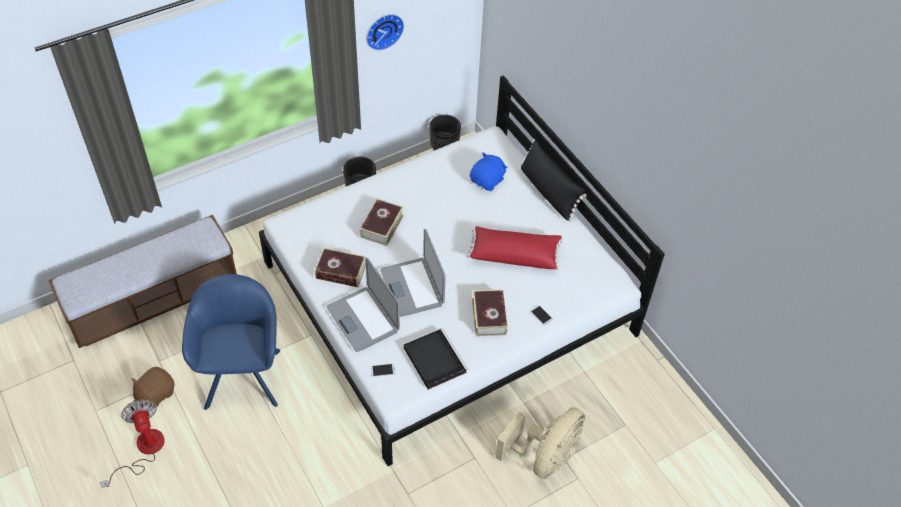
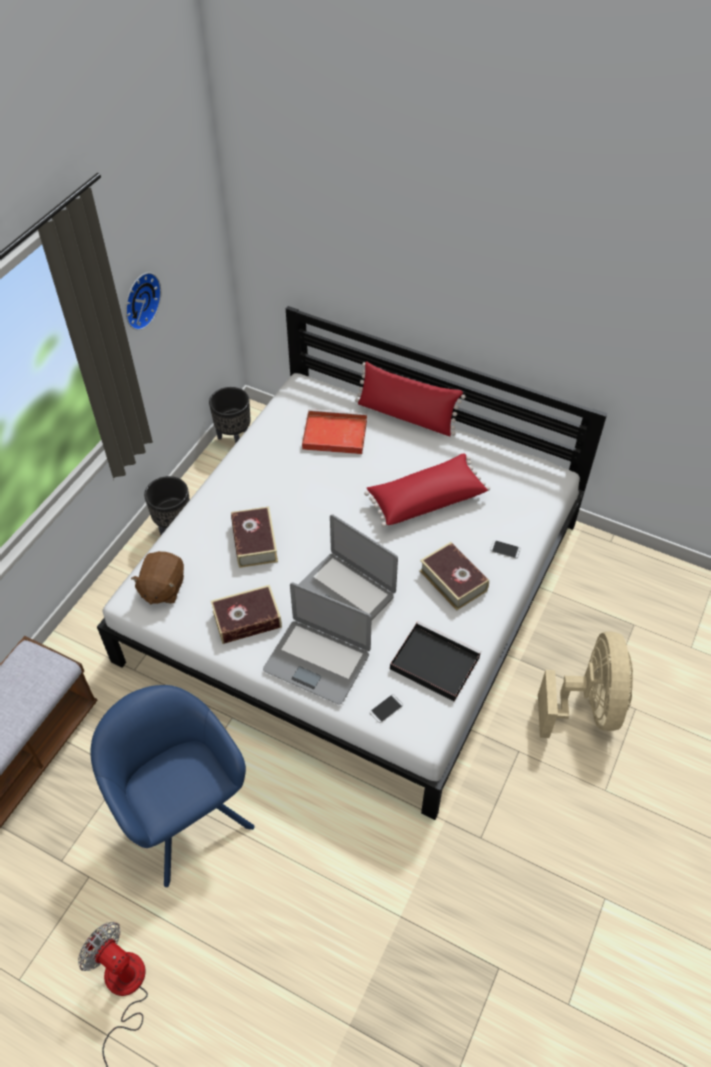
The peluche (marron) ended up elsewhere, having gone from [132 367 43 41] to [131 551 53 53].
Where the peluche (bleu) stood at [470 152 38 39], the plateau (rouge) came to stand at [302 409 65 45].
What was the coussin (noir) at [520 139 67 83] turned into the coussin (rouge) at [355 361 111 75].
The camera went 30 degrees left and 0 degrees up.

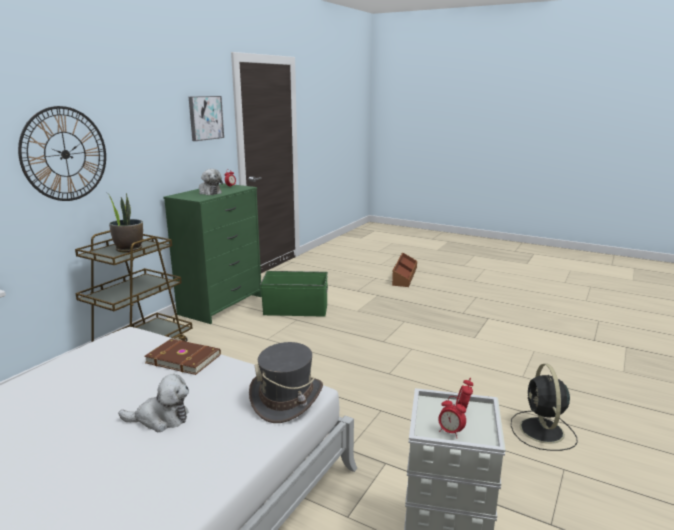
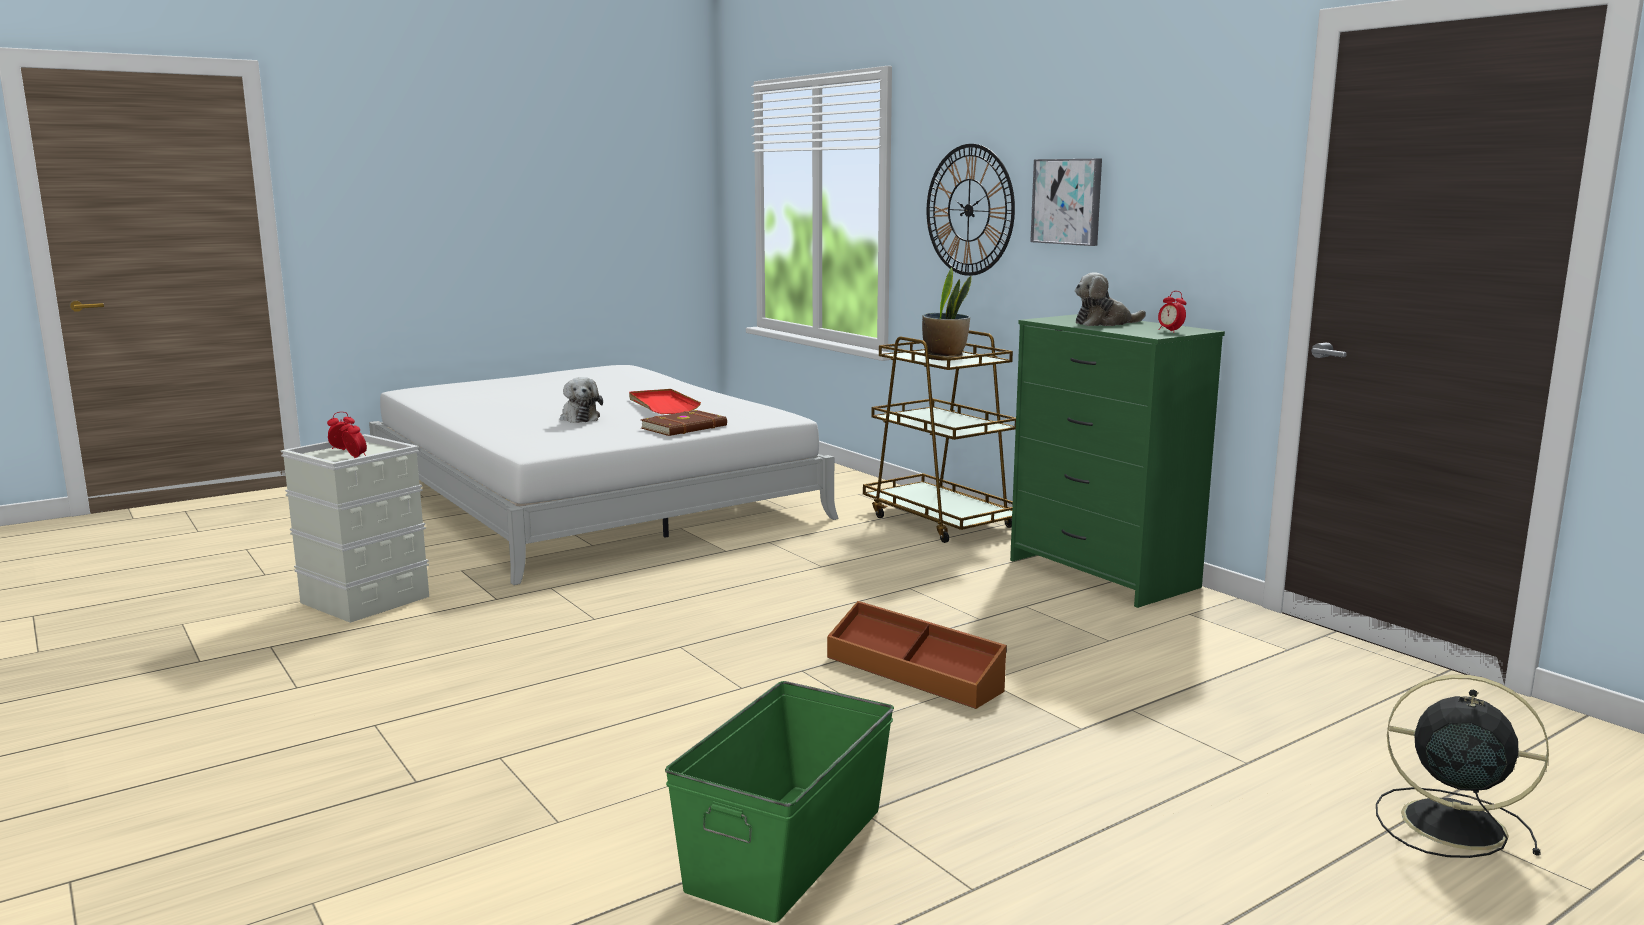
The peluche at [118 374 71 58] ended up facing another way, 45 degrees counterclockwise from before.
The second view gained the plateau (rouge) at [629 389 72 25].
The boîte de rangement (vert) ended up elsewhere, having gone from [260 271 68 46] to [665 681 229 242].
The boîte de rangement (marron) ended up elsewhere, having gone from [392 252 25 35] to [827 601 180 108].
The tableau ended up elsewhere, having gone from [189 96 35 45] to [1030 159 72 87].
The ventilateur (noir) ended up elsewhere, having gone from [511 364 67 87] to [1376 674 173 184].
The second view lost the chapeau (gris) at [249 342 74 81].
The camera went 115 degrees right and 5 degrees down.

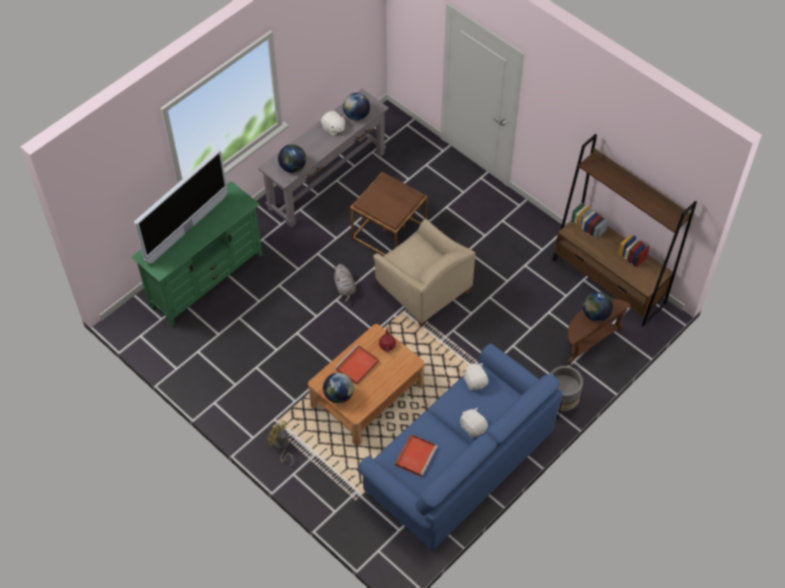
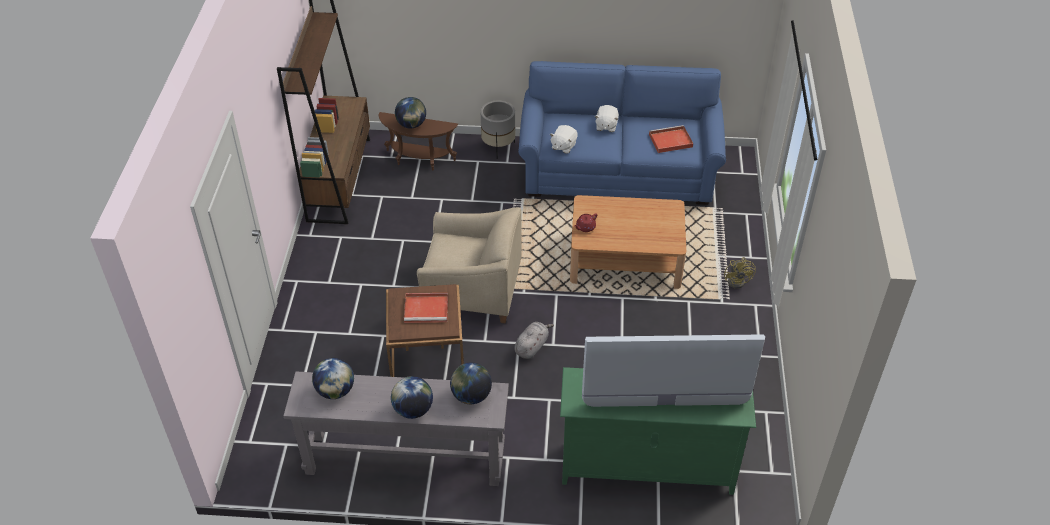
The globe ended up elsewhere, having gone from [323 373 31 30] to [391 376 42 43].
The plateau (rouge) ended up elsewhere, having gone from [336 345 43 40] to [404 293 44 30].
The fauteuil (beige) at [373 219 102 108] ended up facing another way, 90 degrees clockwise from before.
The second view lost the peluche (blanc) at [321 111 24 25].
The camera went 130 degrees left and 10 degrees down.

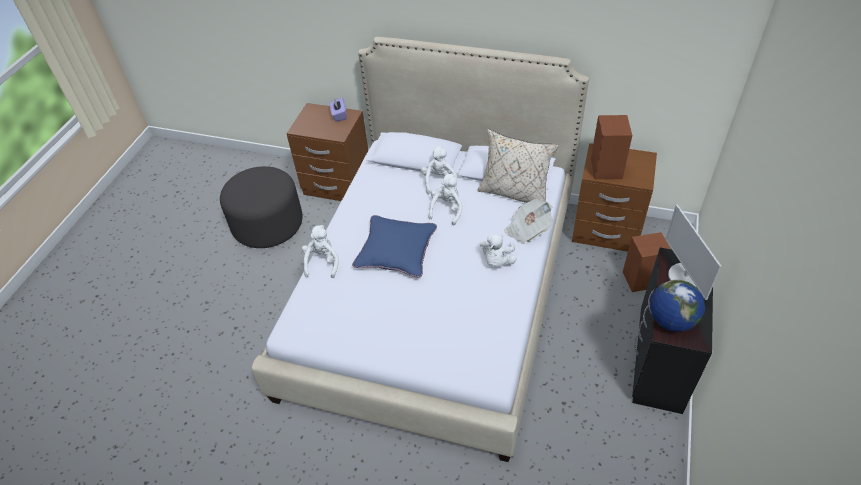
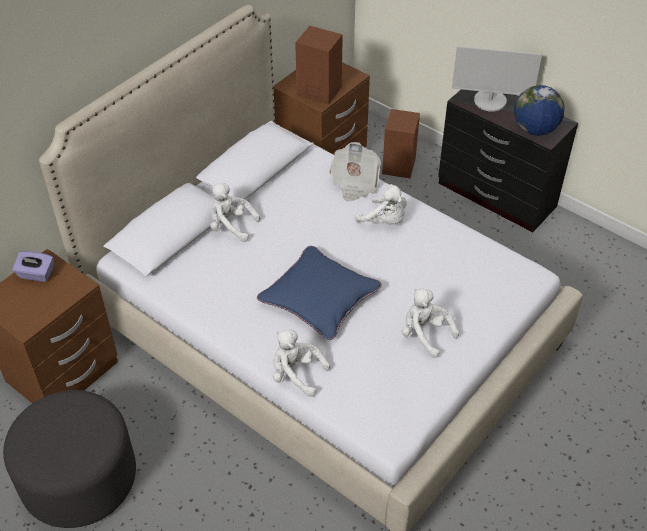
The peluche (blanc) ended up elsewhere, having gone from [428 174 35 52] to [402 288 57 70].
The second view lost the coussin (beige) at [478 129 81 74].
The camera went 70 degrees left and 0 degrees up.

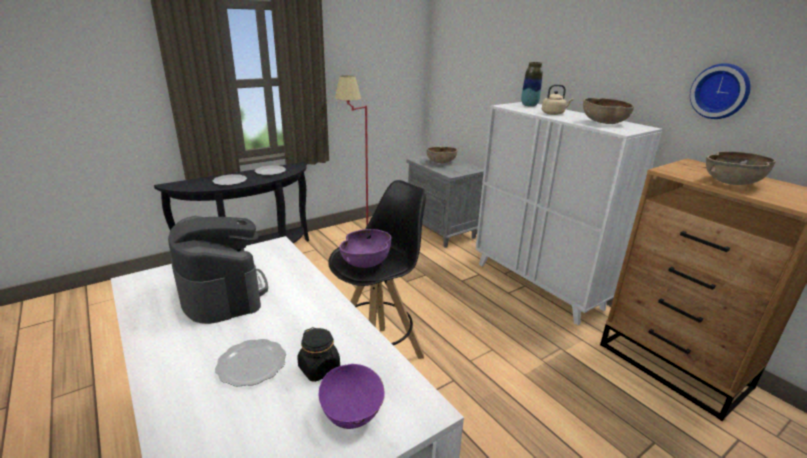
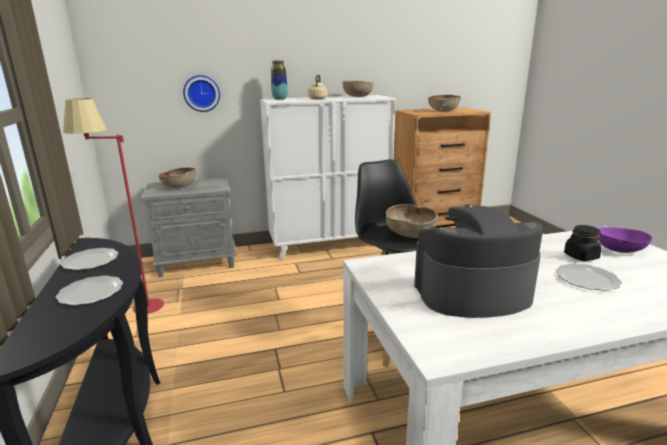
The horloge murale ended up elsewhere, having gone from [690 63 61 56] to [183 75 37 37].
What was the bol (violet) at [339 229 52 39] turned into the bol (marron) at [386 204 52 34].
The camera went 70 degrees left and 5 degrees down.

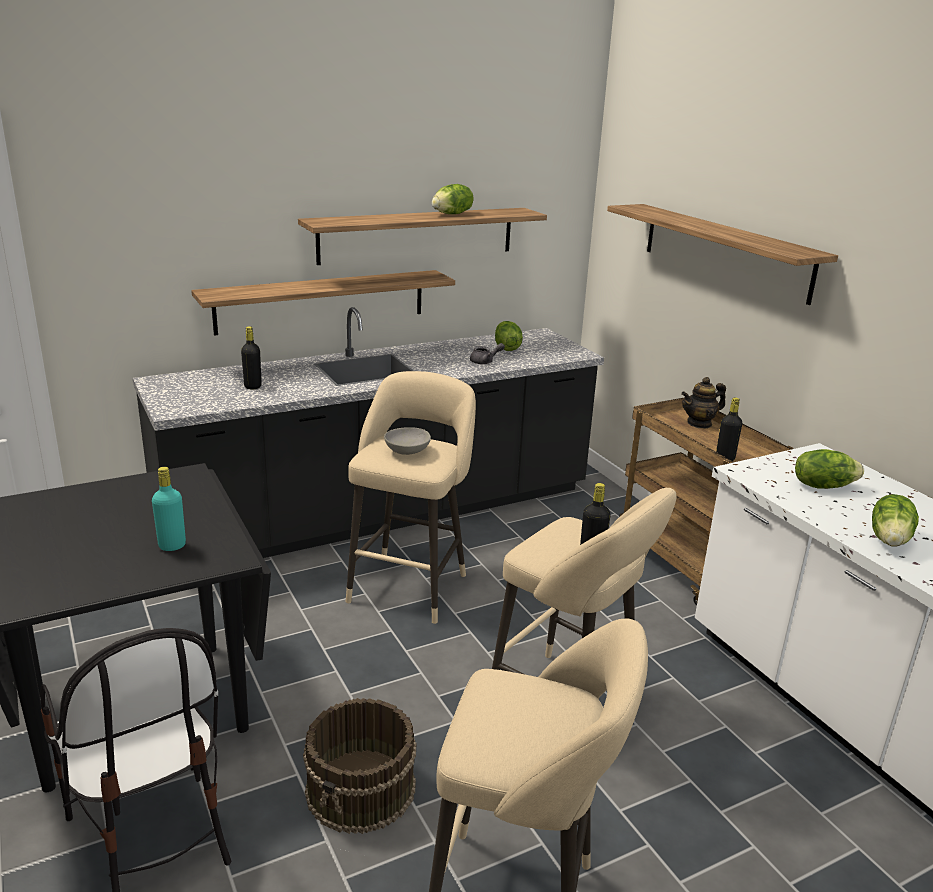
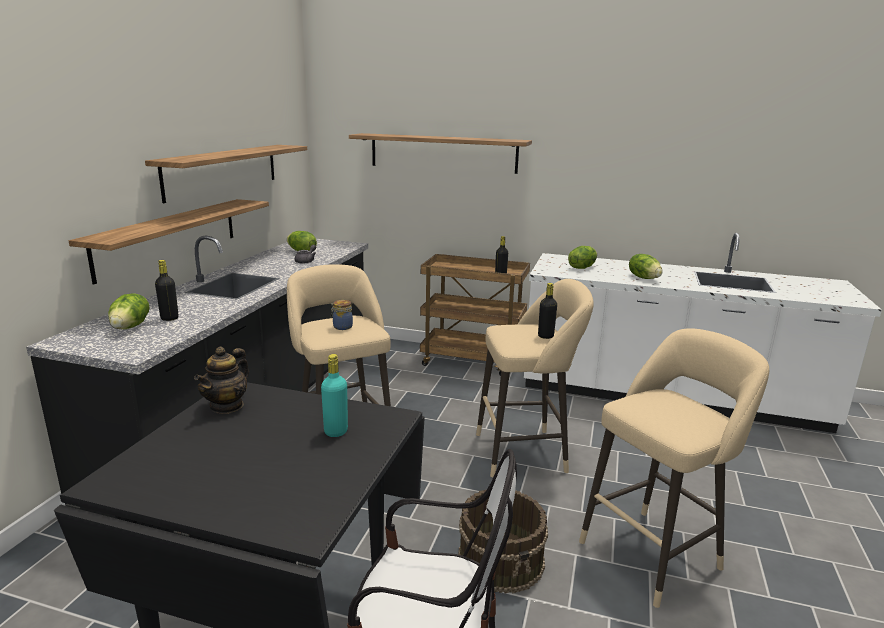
The laitue ended up elsewhere, having gone from [432 184 42 30] to [108 294 42 35].
The théière ended up elsewhere, having gone from [681 377 45 51] to [194 346 55 68].
Where the bol (gris) stood at [384 427 47 28], the bocal came to stand at [331 300 22 30].
The camera went 45 degrees left and 5 degrees down.

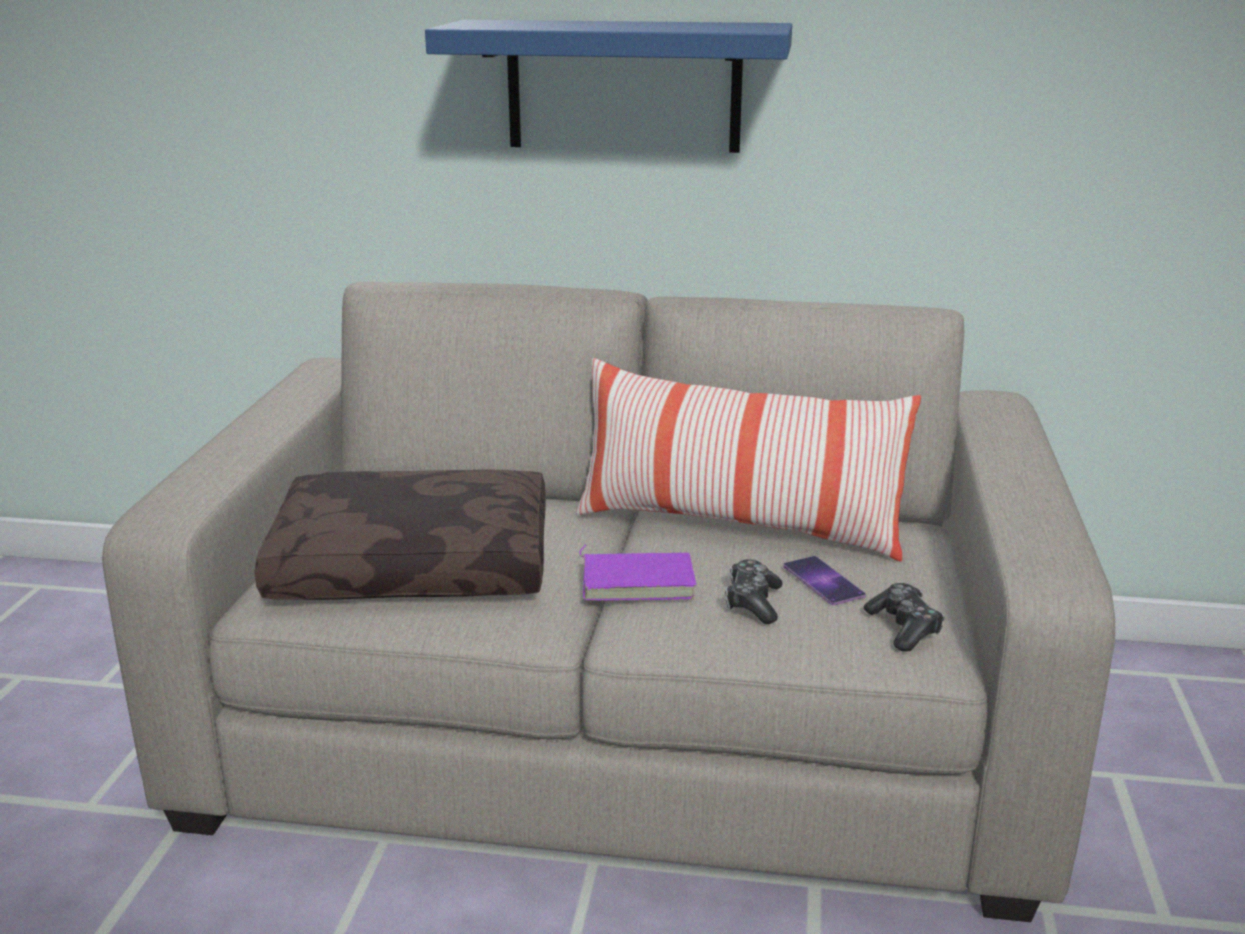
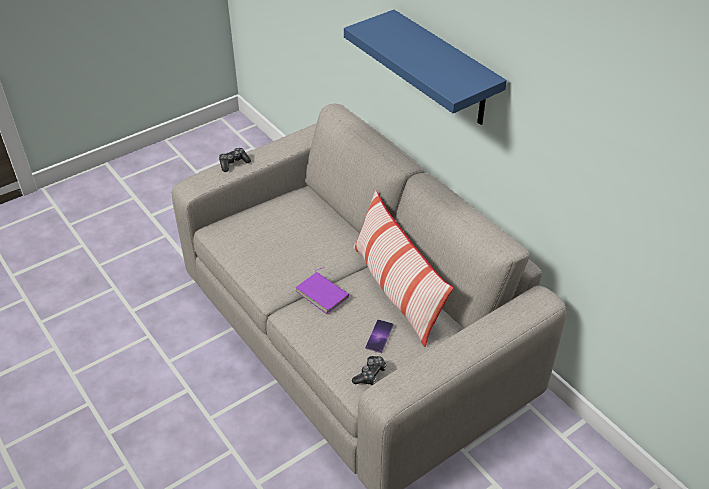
The manette ended up elsewhere, having gone from [725 559 57 65] to [219 148 32 24].
The second view lost the coussin (marron) at [254 469 292 131].
The camera went 45 degrees right and 20 degrees up.

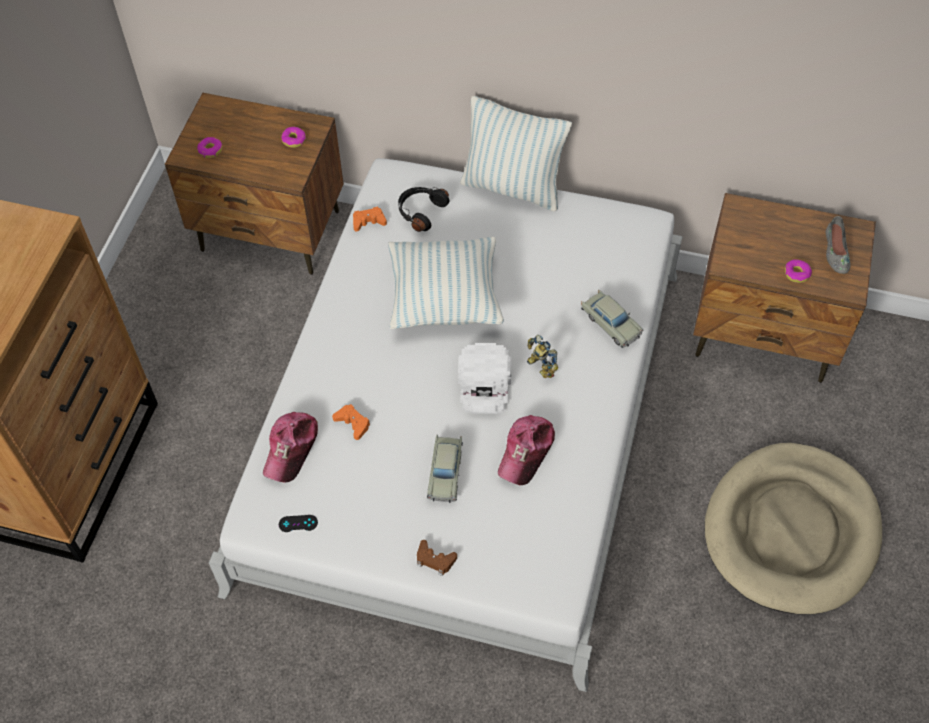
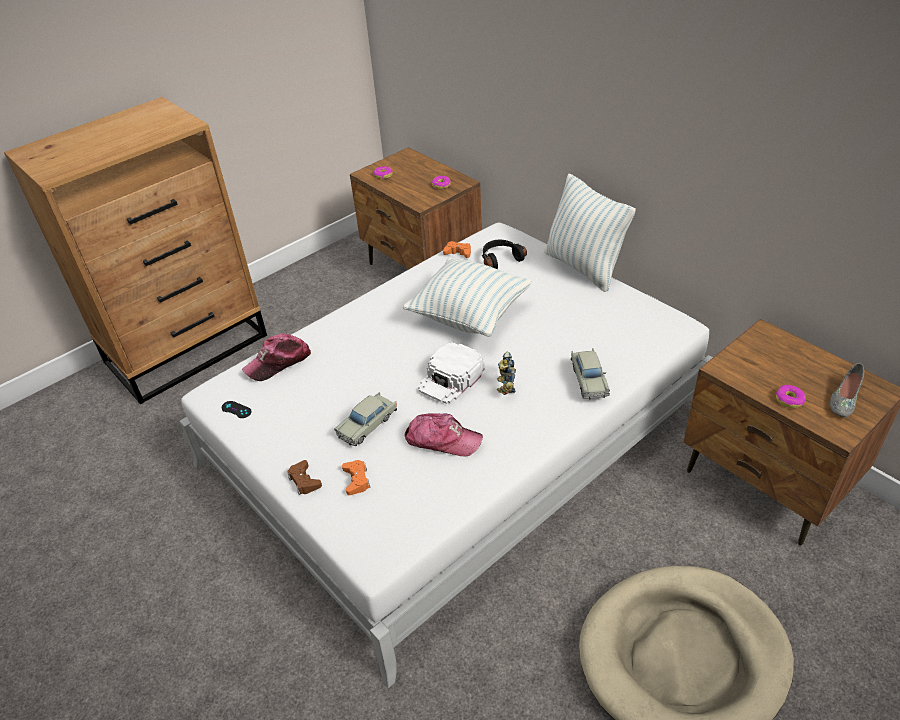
The manette (orange) ended up elsewhere, having gone from [332 404 38 36] to [342 460 28 35].
The casquette at [498 415 57 70] ended up facing another way, 135 degrees counterclockwise from before.
The camera went 35 degrees right and 15 degrees down.

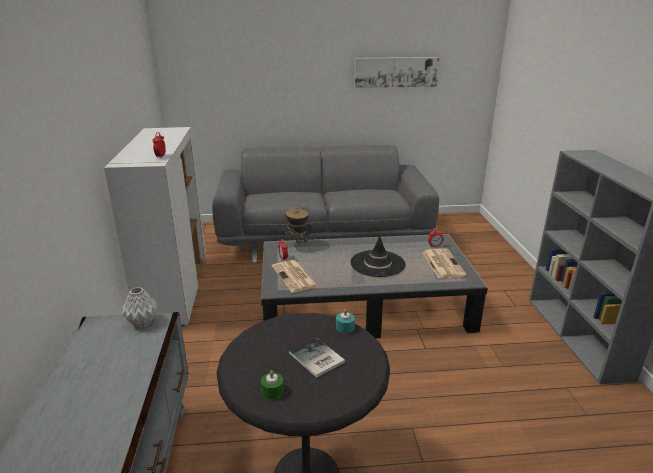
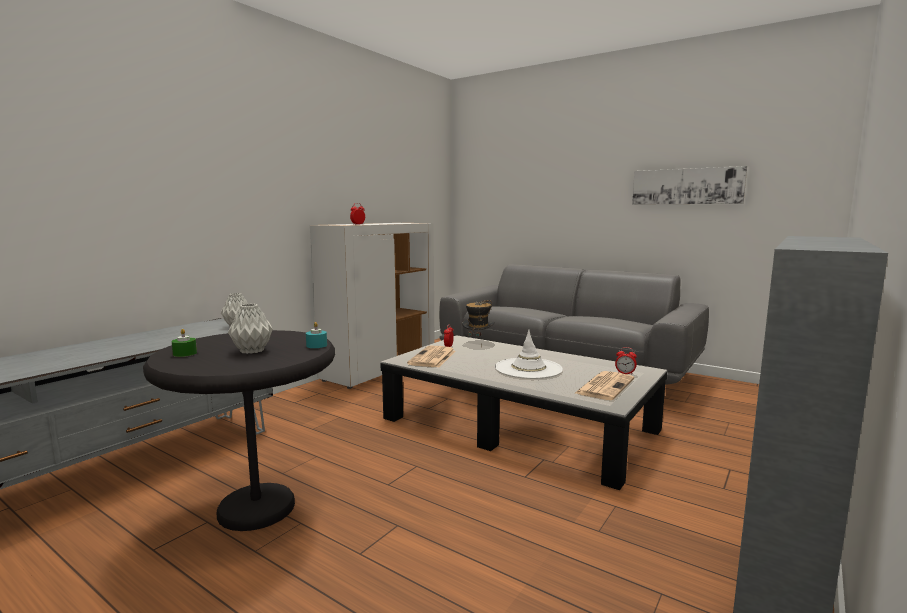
Where the livre stood at [289 338 56 40], the vase (gris) came to stand at [228 304 45 50].
What was the chapeau (noir) at [351 235 54 42] turned into the chapeau (blanc) at [495 330 68 49].
The camera went 40 degrees right and 15 degrees down.

